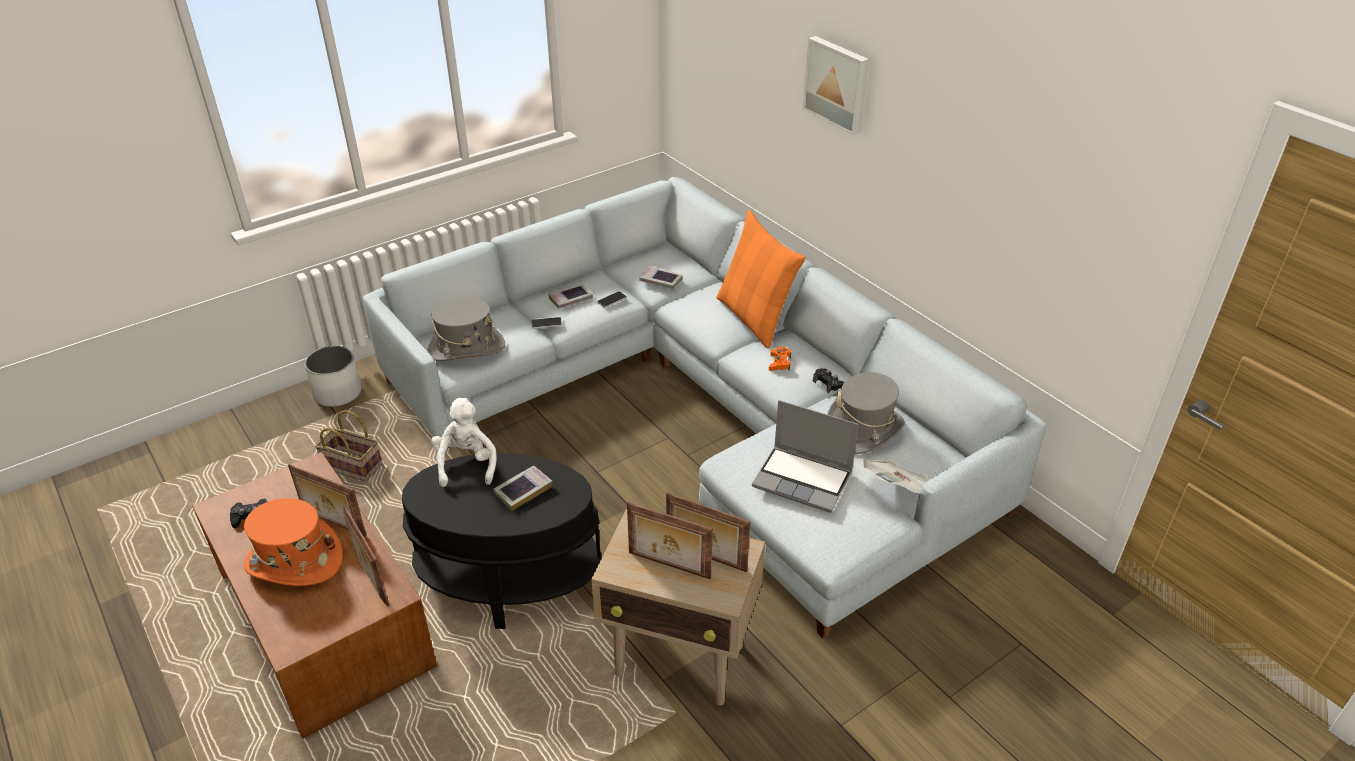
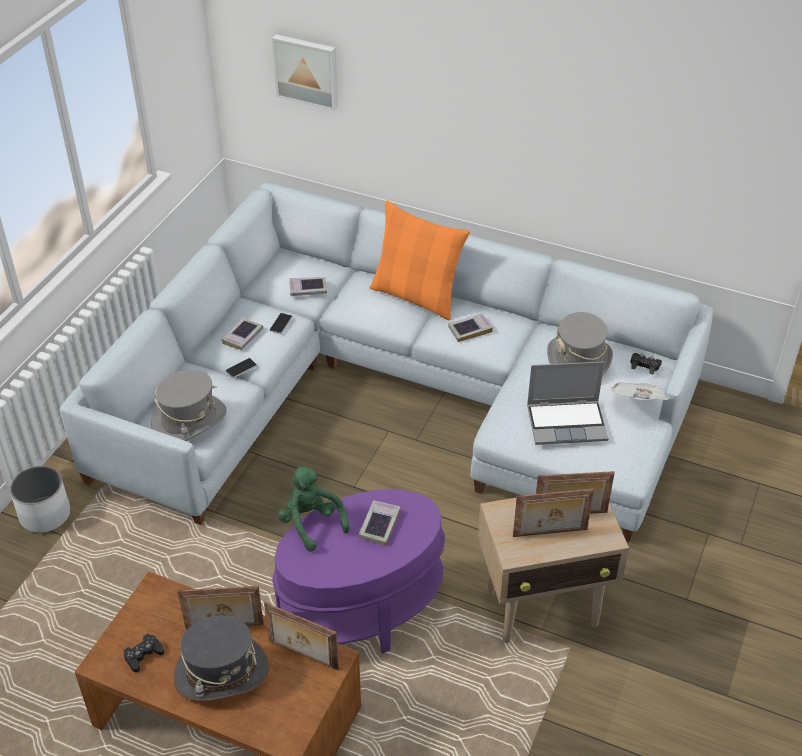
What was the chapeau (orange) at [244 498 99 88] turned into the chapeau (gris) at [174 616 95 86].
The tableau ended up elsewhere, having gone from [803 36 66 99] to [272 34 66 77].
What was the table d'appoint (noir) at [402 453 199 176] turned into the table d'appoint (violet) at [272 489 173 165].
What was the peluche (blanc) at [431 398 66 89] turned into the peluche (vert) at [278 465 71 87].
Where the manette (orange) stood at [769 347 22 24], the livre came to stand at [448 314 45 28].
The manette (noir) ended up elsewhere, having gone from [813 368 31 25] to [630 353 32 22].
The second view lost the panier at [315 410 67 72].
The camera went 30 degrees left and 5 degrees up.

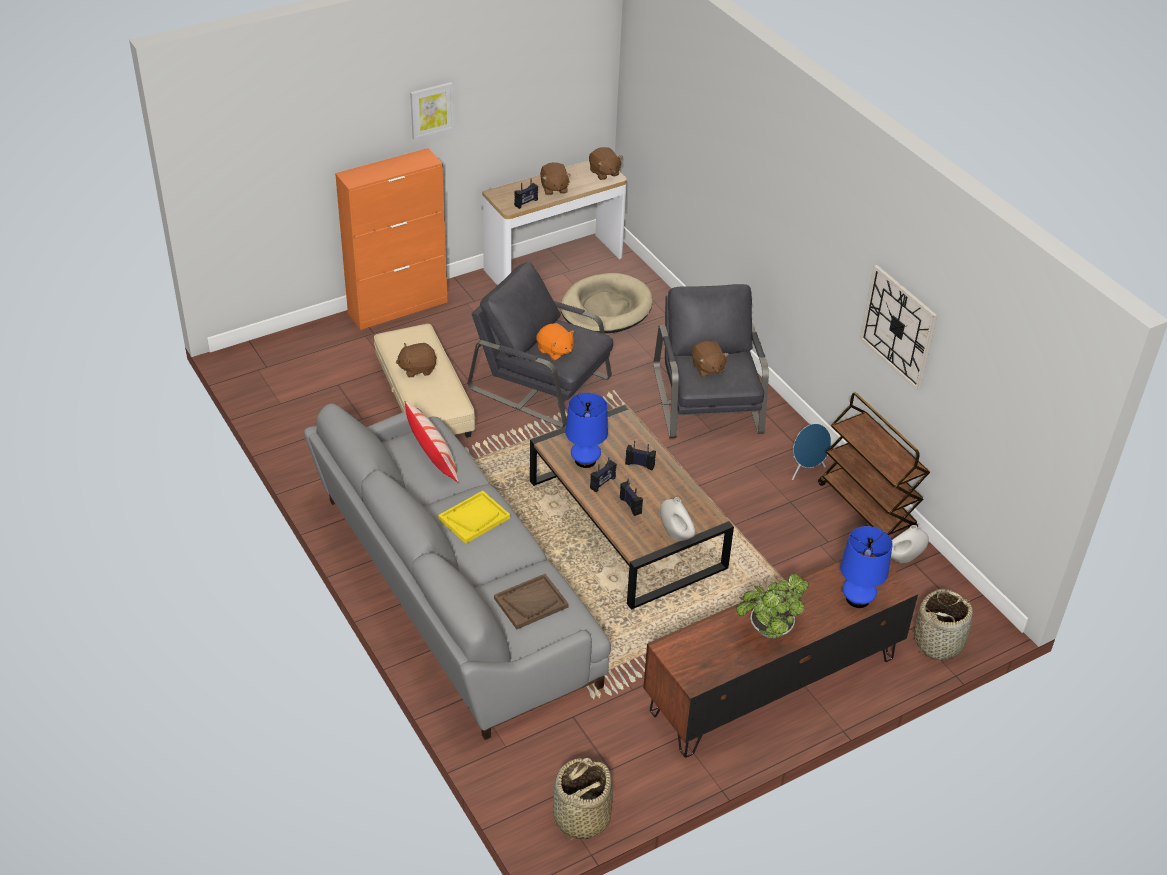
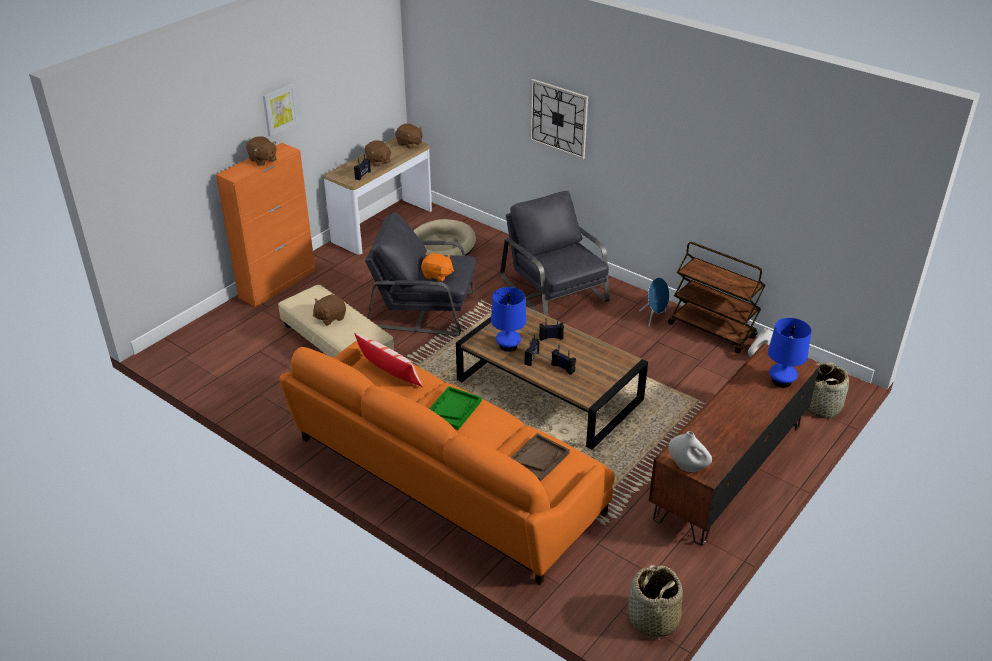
The peluche (marron) ended up elsewhere, having gone from [692 340 37 37] to [246 136 31 30].
What was the canapé (gris) at [304 403 307 337] turned into the canapé (orange) at [279 341 336 244].
What was the plateau (jaune) at [438 491 72 53] turned into the plateau (vert) at [429 386 53 44].
The horloge murale ended up elsewhere, having gone from [860 265 77 125] to [529 79 59 81].
The vase (blanc) ended up elsewhere, having gone from [660 497 36 44] to [668 431 44 41].
The second view lost the plante en pot at [736 573 73 65].
The camera went 20 degrees left and 5 degrees down.

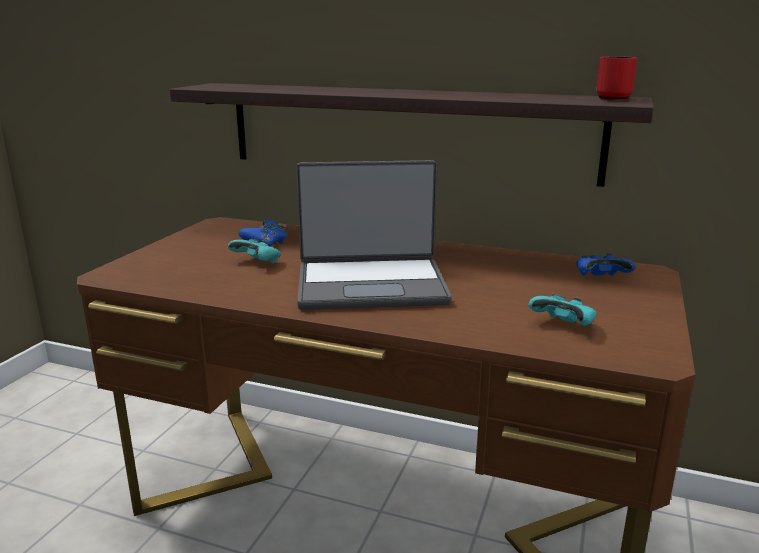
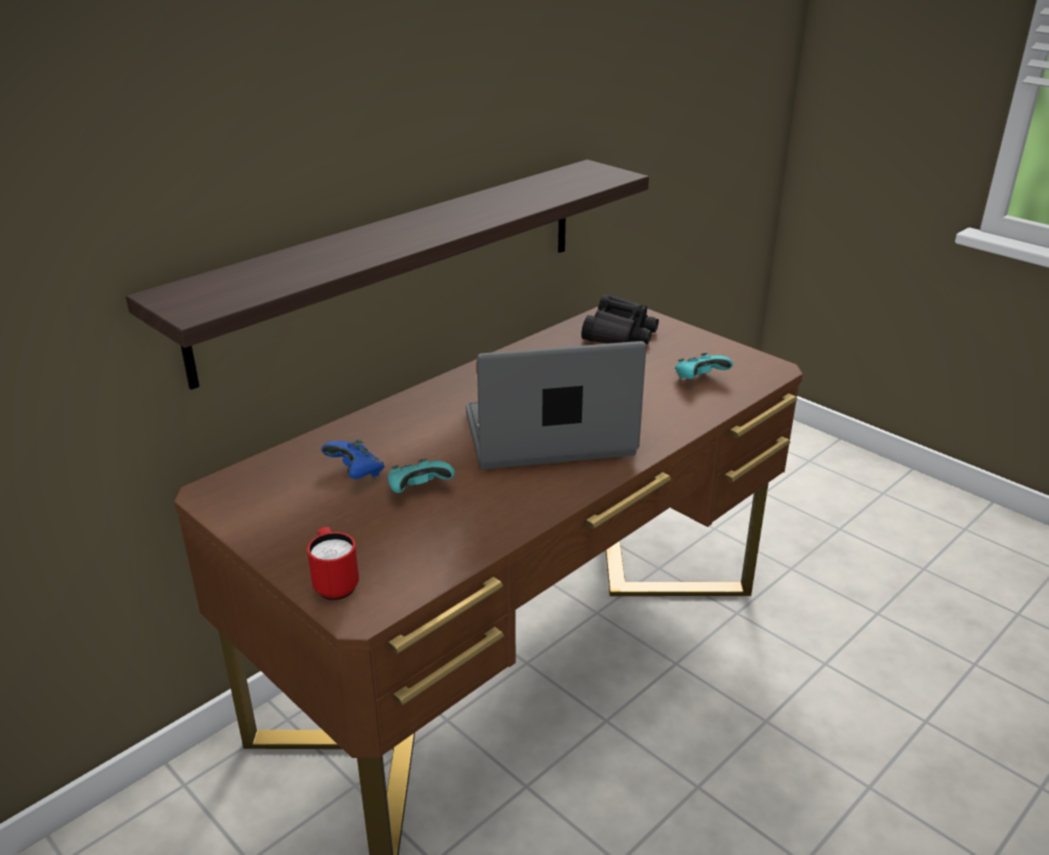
The mug (rouge) ended up elsewhere, having gone from [596 56 41 45] to [307 527 52 73].
The ordinateur portable at [296 160 156 150] ended up facing another way, 120 degrees counterclockwise from before.
Where the manette (bleu) stood at [577 253 58 23], the jumelles (noir) came to stand at [581 294 78 50].
The camera went 65 degrees left and 10 degrees up.

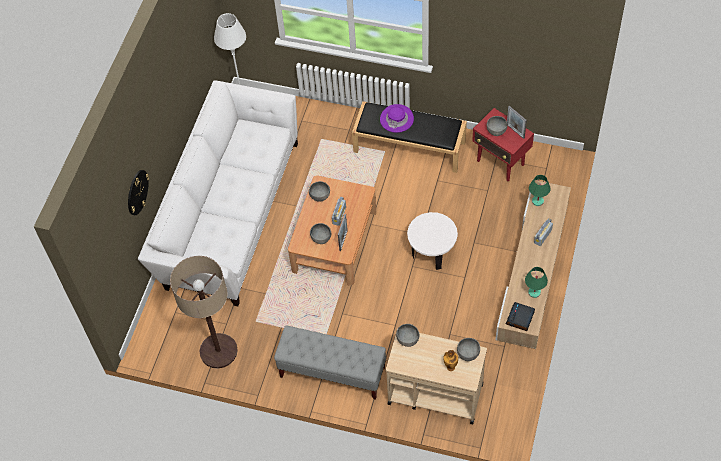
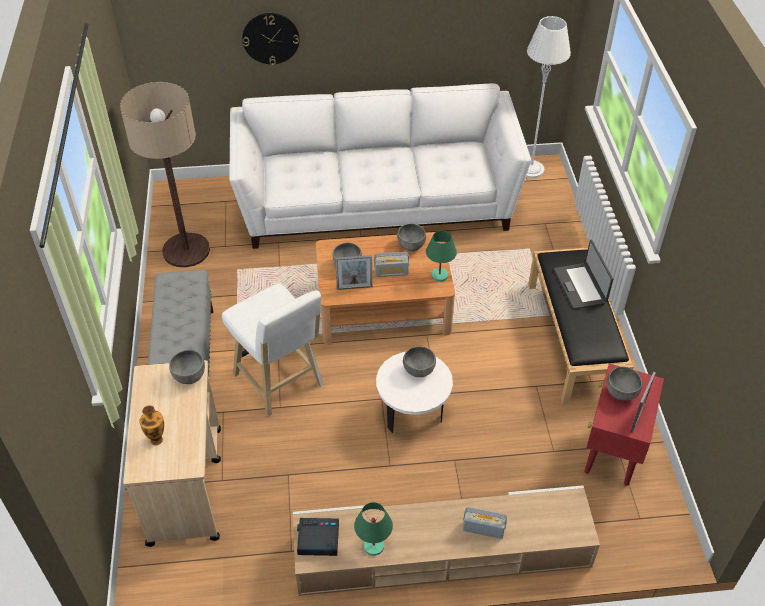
The second view gained the tabouret (blanc) at [222 283 102 134].
The bol (gris) ended up elsewhere, having gone from [457 338 23 23] to [403 346 33 31].
The lampe de table (vert) ended up elsewhere, having gone from [529 175 22 31] to [426 231 31 51].
Where the chapeau (violet) stood at [380 104 34 29], the ordinateur portable came to stand at [554 240 59 69].
The camera went 65 degrees right and 10 degrees down.

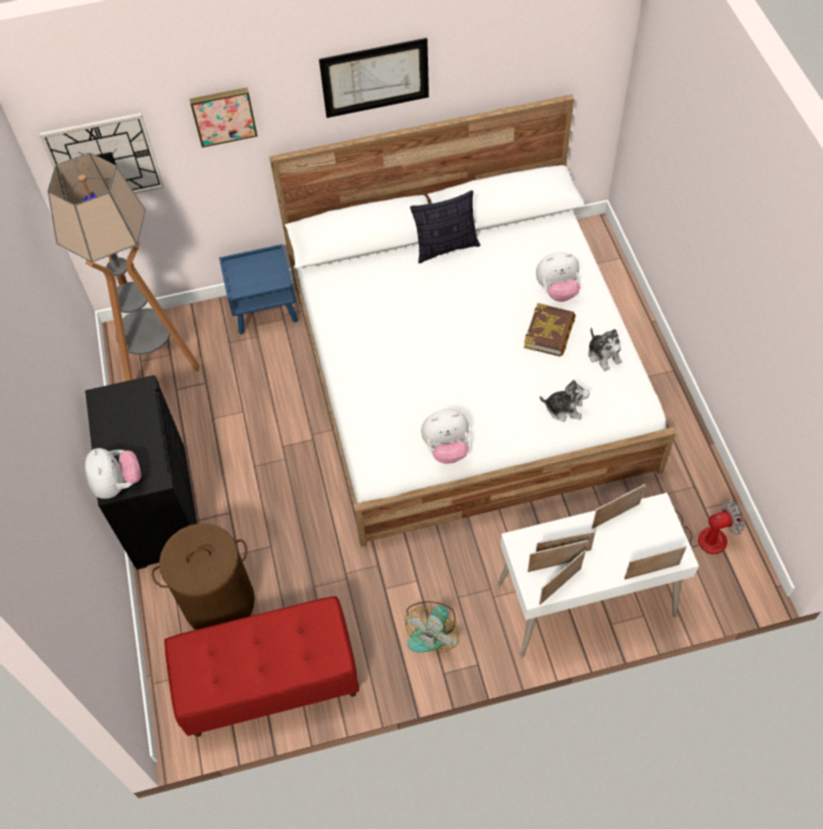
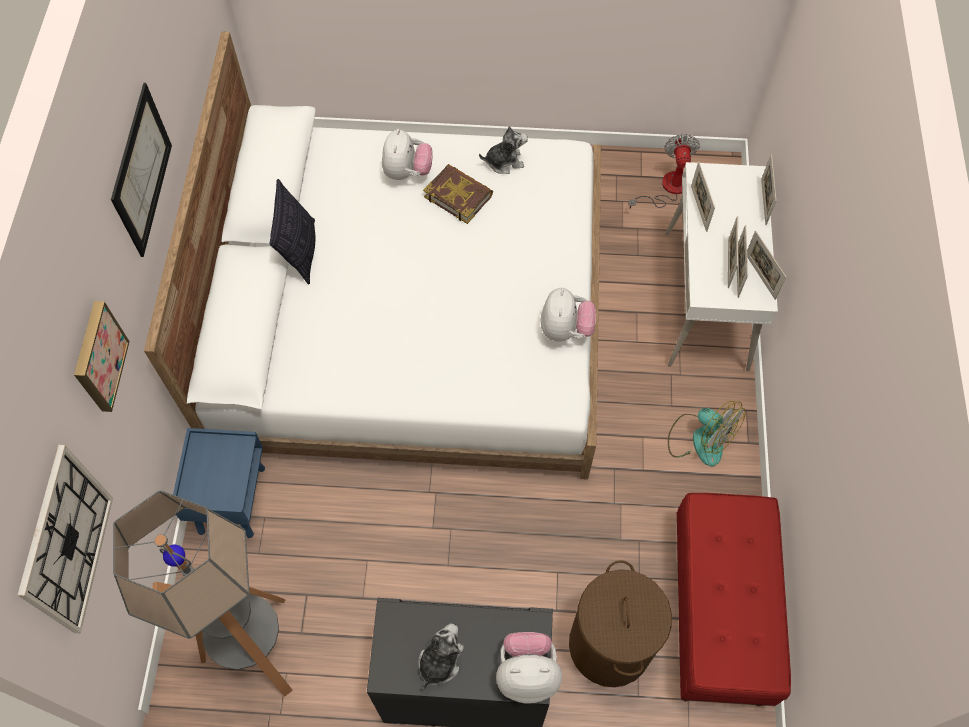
The peluche ended up elsewhere, having gone from [540 379 50 43] to [418 623 46 67].
The camera went 75 degrees left and 5 degrees up.

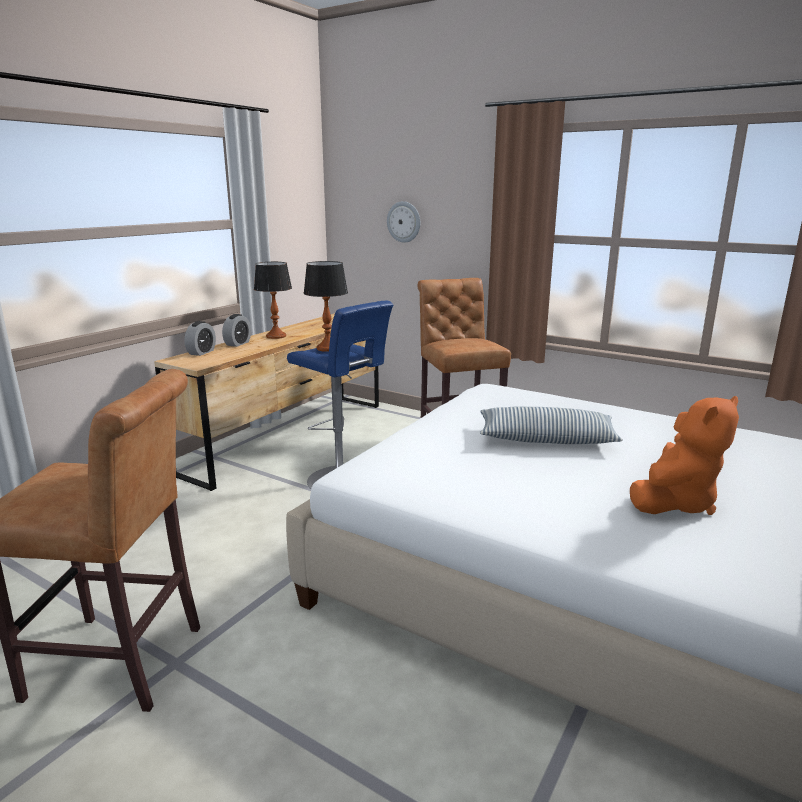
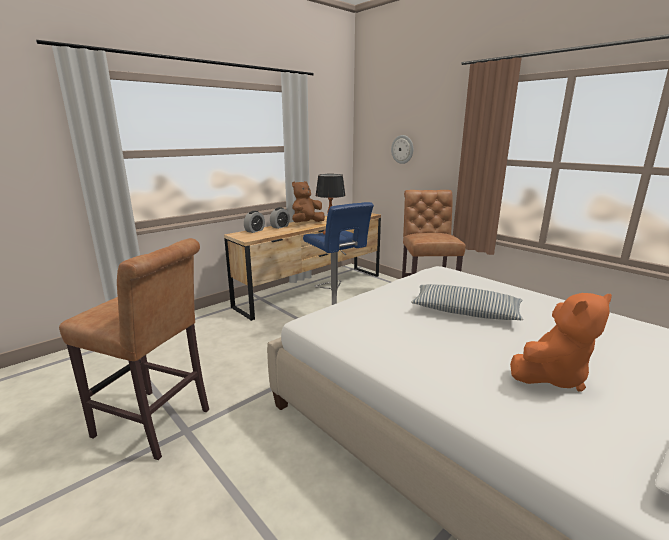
Where the lampe de table stood at [254 262 38 77], the peluche (marron) came to stand at [292 181 33 42].
The camera went 15 degrees right and 0 degrees up.

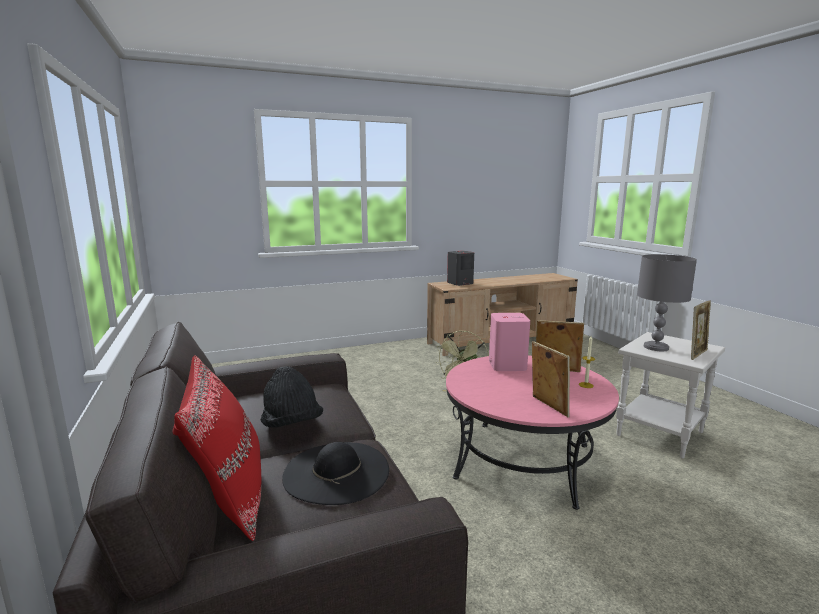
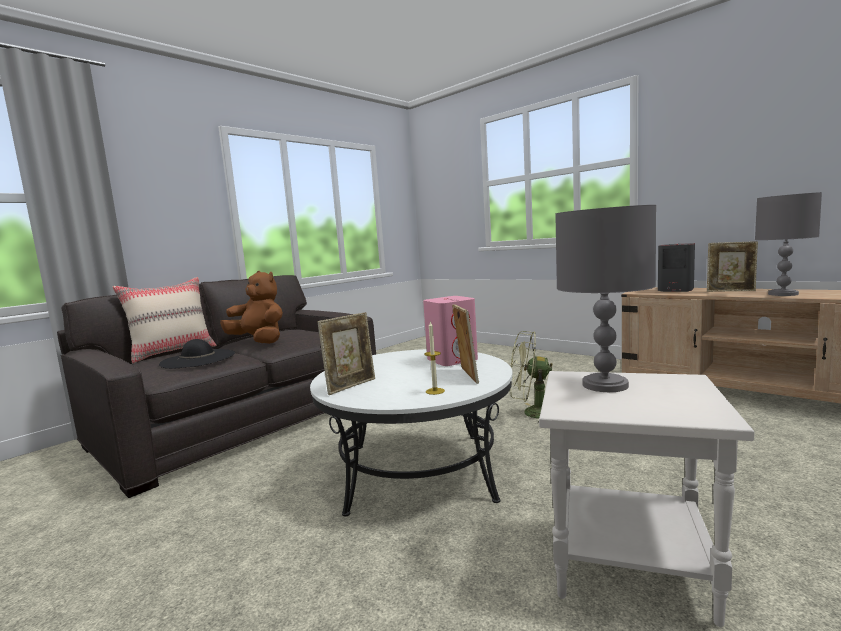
What was the coussin (rouge) at [172 355 89 186] turned into the coussin (beige) at [112 277 105 86].
Where the chapeau (noir) stood at [261 366 62 62], the peluche (marron) came to stand at [220 271 63 73].
What was the table basse (rose) at [446 355 173 155] turned into the table basse (blanc) at [310 349 203 168].
The cadre photo ended up elsewhere, having gone from [691 301 20 59] to [707 241 51 51].
The second view gained the lampe de table (gris) at [755 192 67 104].
The camera went 65 degrees right and 5 degrees down.

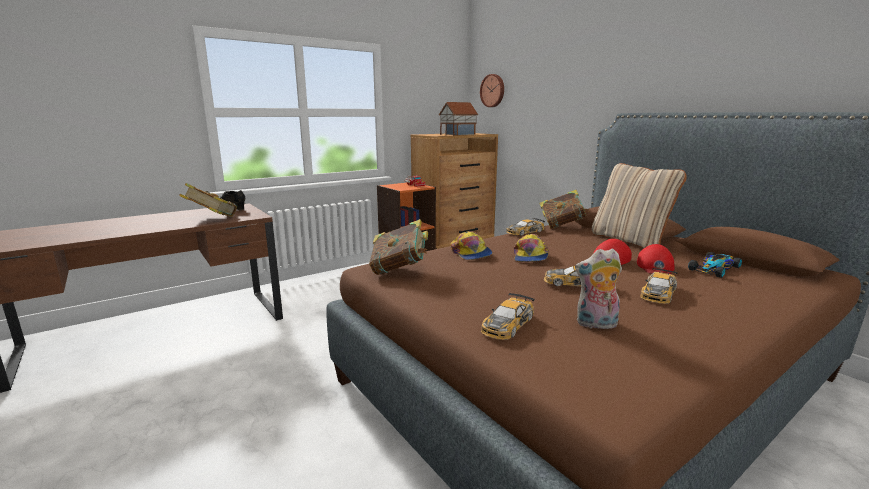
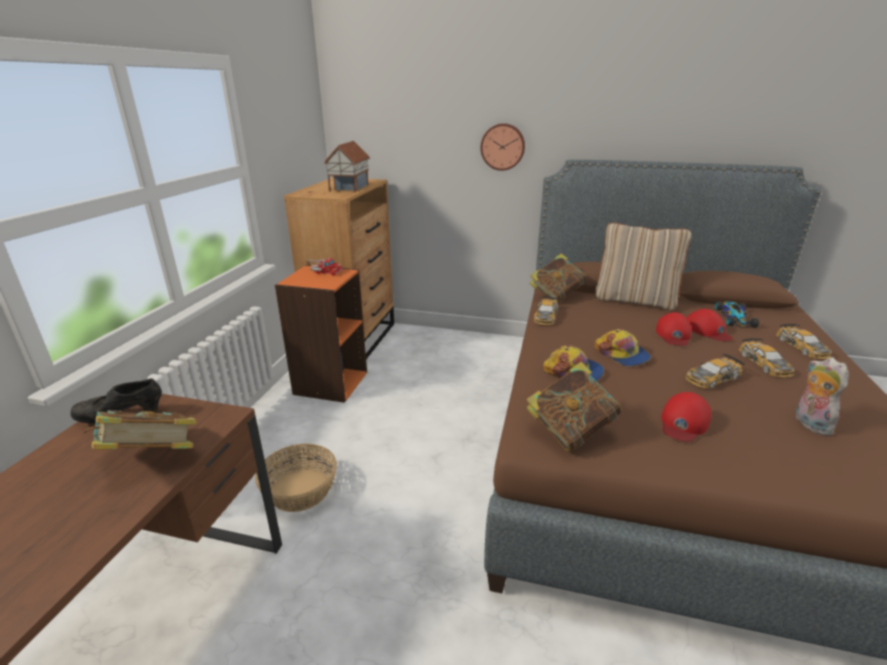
The second view gained the panier at [255 443 82 69].
The horloge murale ended up elsewhere, having gone from [480 74 24 33] to [481 123 44 48].
The second view gained the casquette (rouge) at [661 392 50 50].
The petite voiture ended up elsewhere, having gone from [481 293 54 47] to [776 324 56 35].
The peluche at [575 248 47 81] ended up facing another way, 120 degrees clockwise from before.
The camera went 40 degrees left and 10 degrees up.

